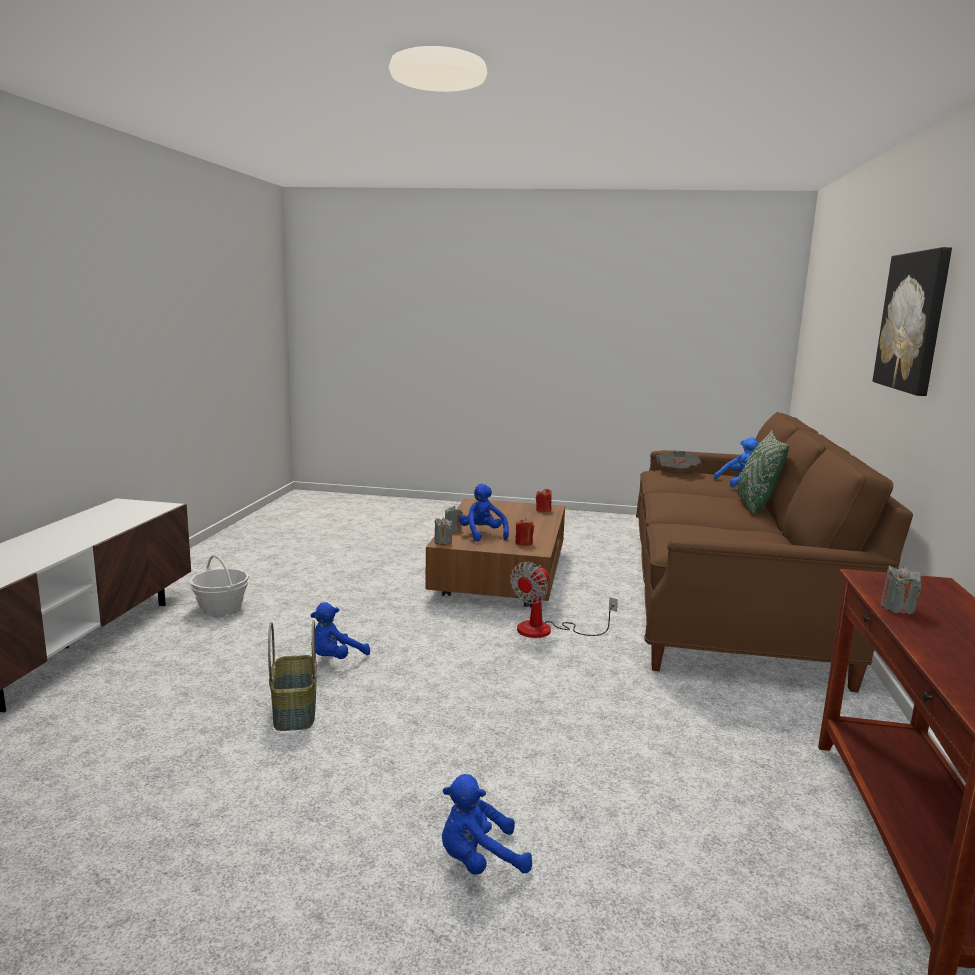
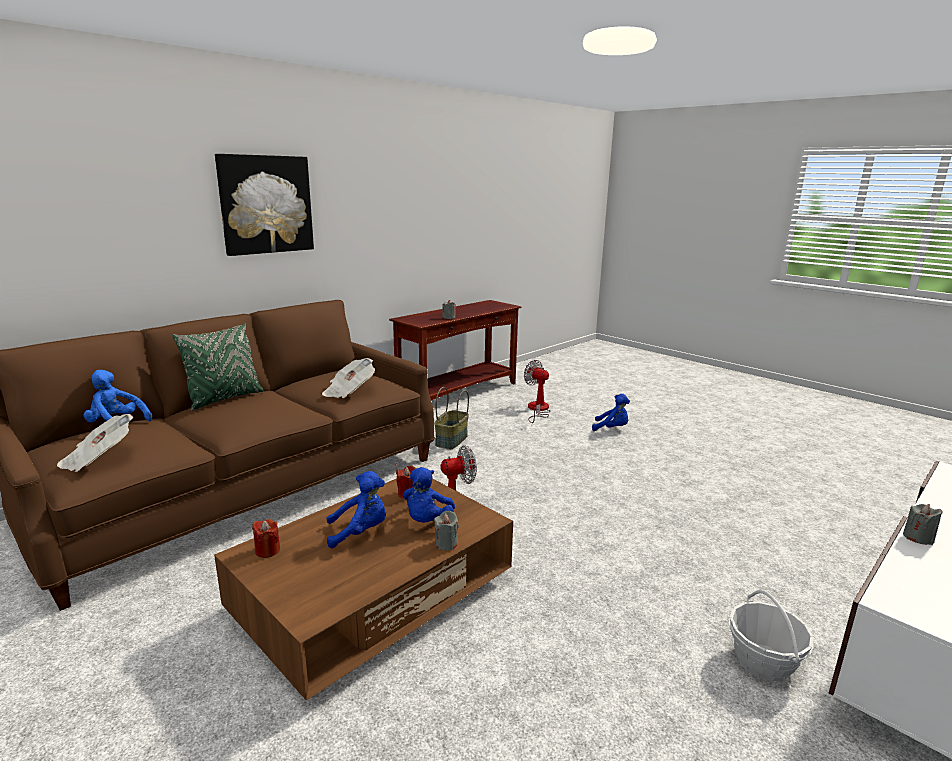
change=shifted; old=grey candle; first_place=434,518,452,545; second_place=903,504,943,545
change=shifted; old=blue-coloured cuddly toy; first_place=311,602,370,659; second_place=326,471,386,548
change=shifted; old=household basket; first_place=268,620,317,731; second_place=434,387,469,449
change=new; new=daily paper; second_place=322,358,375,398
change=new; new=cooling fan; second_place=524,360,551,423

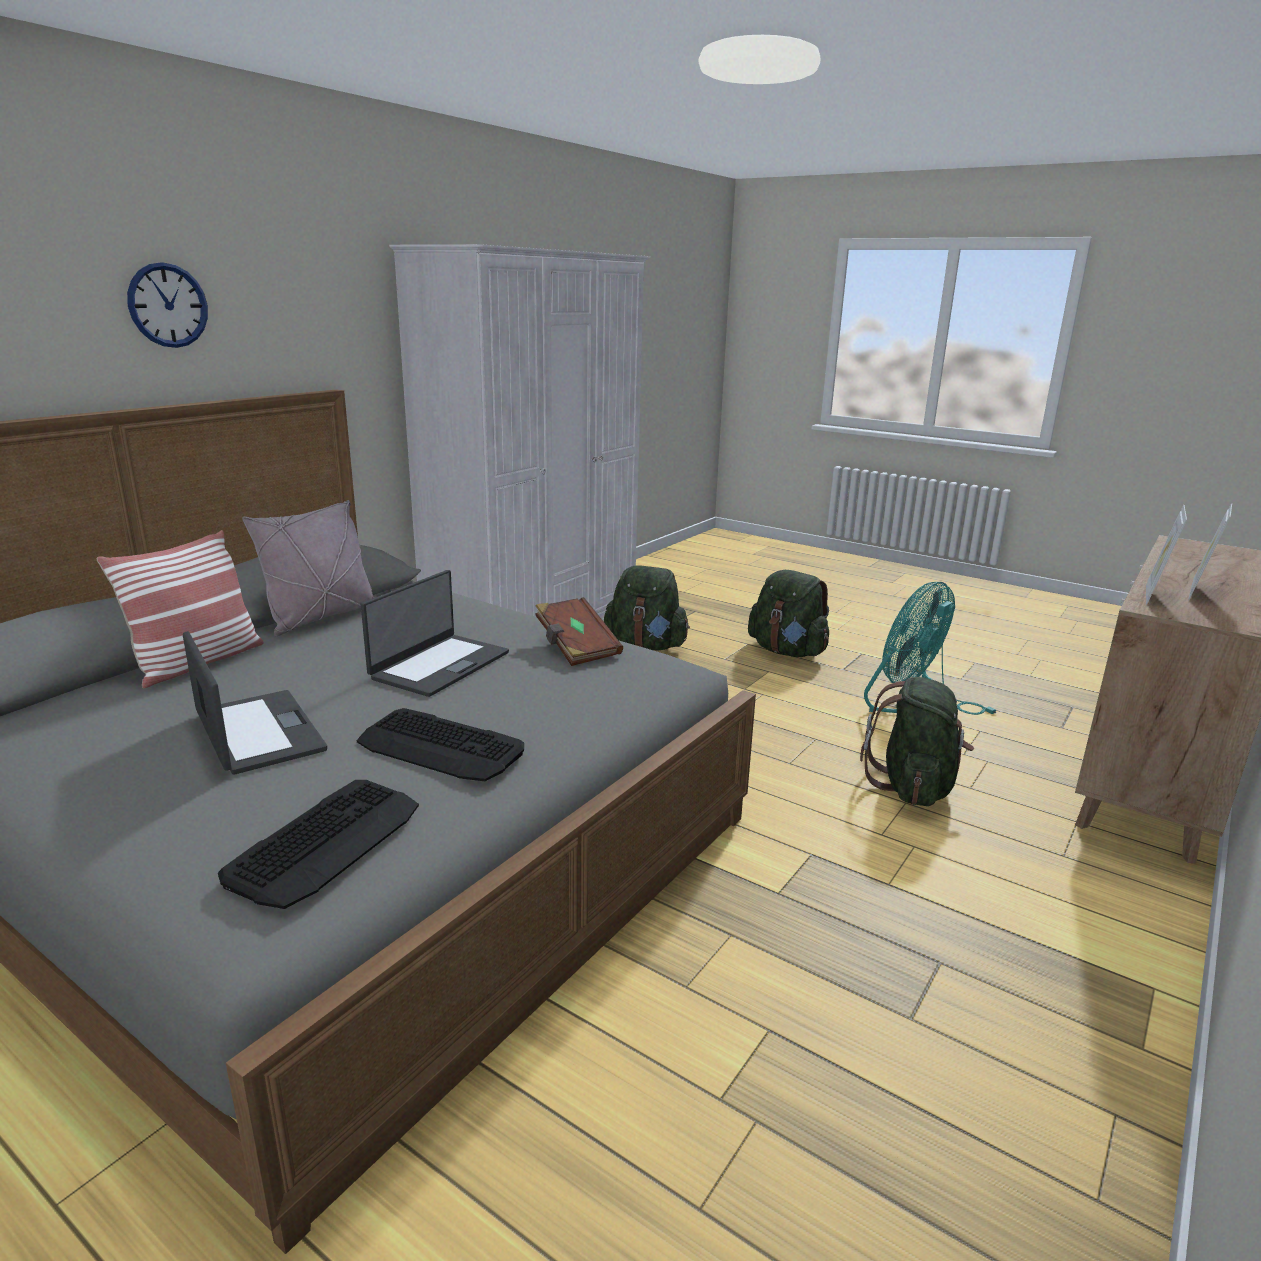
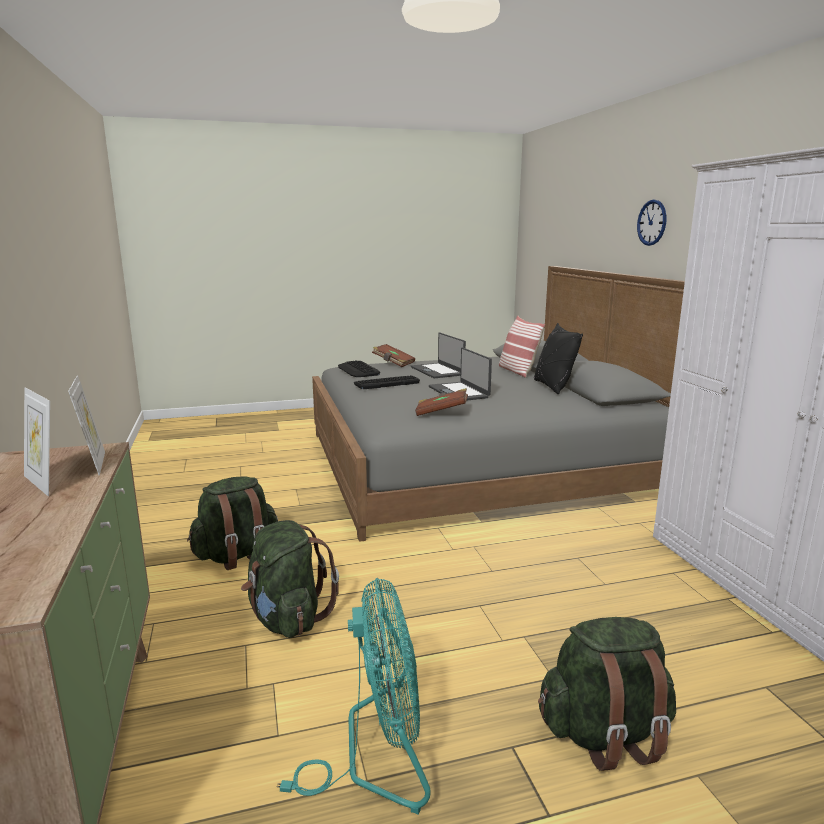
change=repainted; old=purplish cushion; new=black cushion; first_place=242,500,374,636; second_place=534,323,583,394
change=rotated; old=standing frame; first_place=1188,503,1232,600; second_place=24,387,50,496; degrees=150
change=shifted; old=green-coloured backpack; first_place=604,565,690,650; second_place=187,477,278,570
change=rotated; old=notebook computer; first_place=183,631,327,775; second_place=411,333,466,379; degrees=60
change=new; new=brown bound book; second_place=372,344,415,367

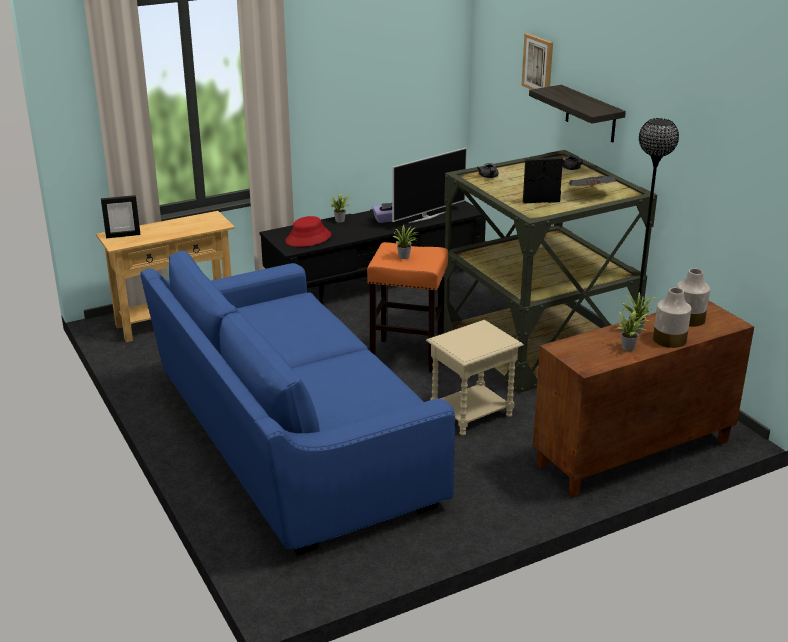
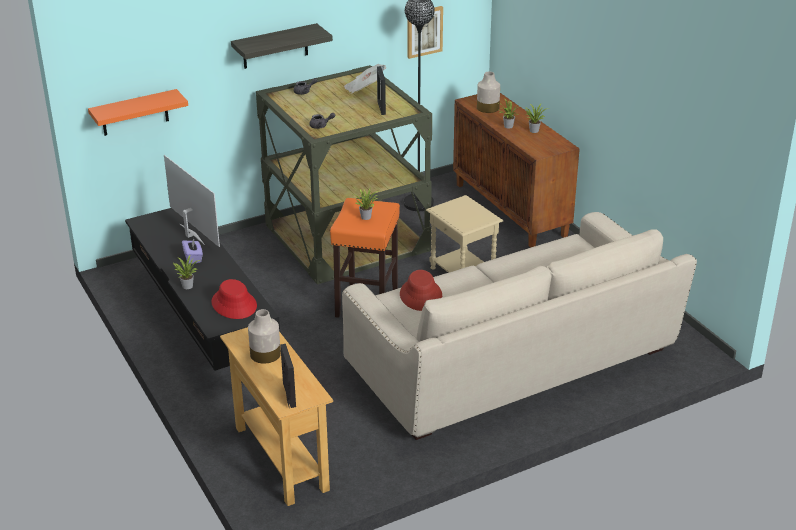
change=shifted; old=wall picture; first_place=522,33,553,89; second_place=407,6,443,59
change=repainted; old=blue-coloured sofa; new=beige-coloured sofa; first_place=140,251,455,555; second_place=342,212,697,440
change=shifted; old=beige-coloured vase; first_place=653,288,691,348; second_place=248,309,281,364
change=new; new=orange shelf; second_place=88,89,188,136
change=new; new=red-coloured clothing hat; second_place=400,270,442,311

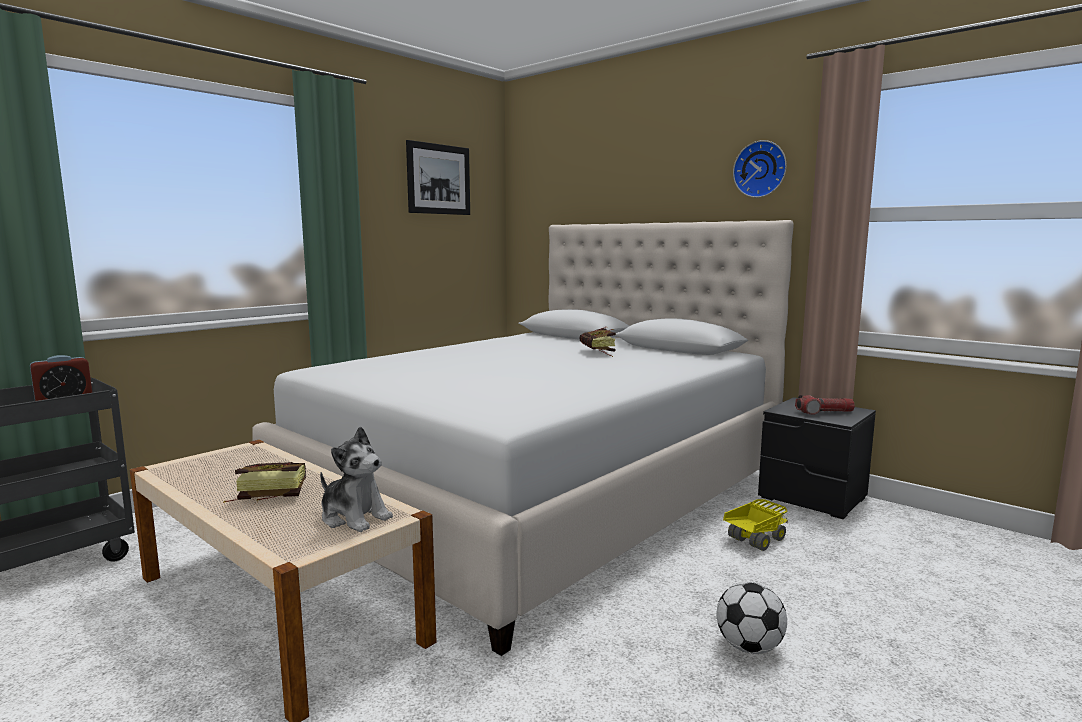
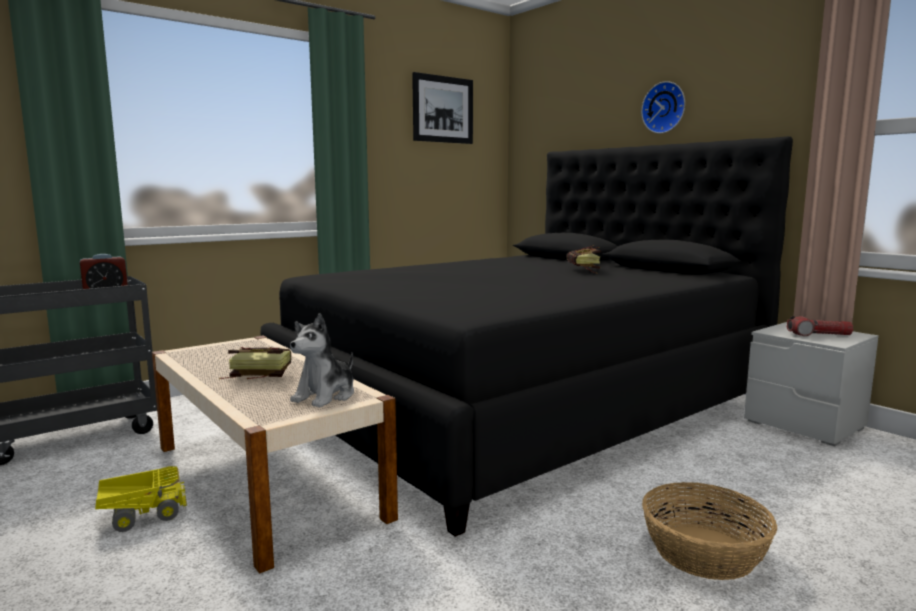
change=shifted; old=wall clock; first_place=733,140,787,198; second_place=641,81,685,134
change=repainted; old=whitish bed; new=black bed; first_place=252,220,794,656; second_place=260,136,793,537
change=repainted; old=black bedside table; new=whitish bedside table; first_place=758,397,876,520; second_place=744,322,879,446
change=rotated; old=cuddly toy; first_place=320,426,393,532; second_place=290,313,354,408; degrees=75
change=shifted; old=toy lorry; first_place=723,499,788,551; second_place=95,466,187,532
change=swapped; old=ball for football; new=household basket; first_place=717,582,787,654; second_place=642,482,777,580

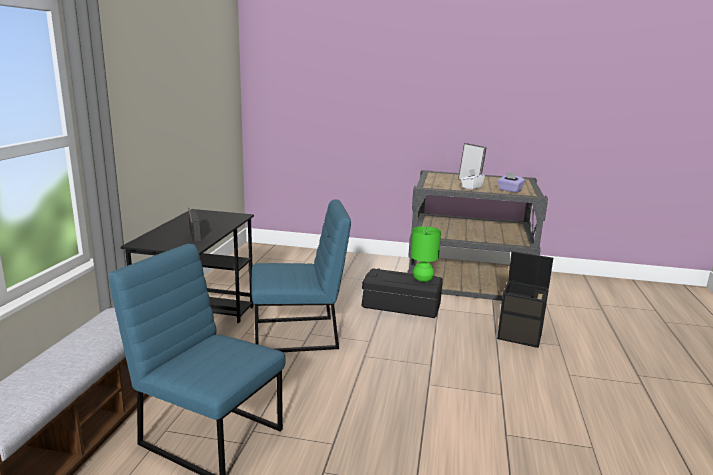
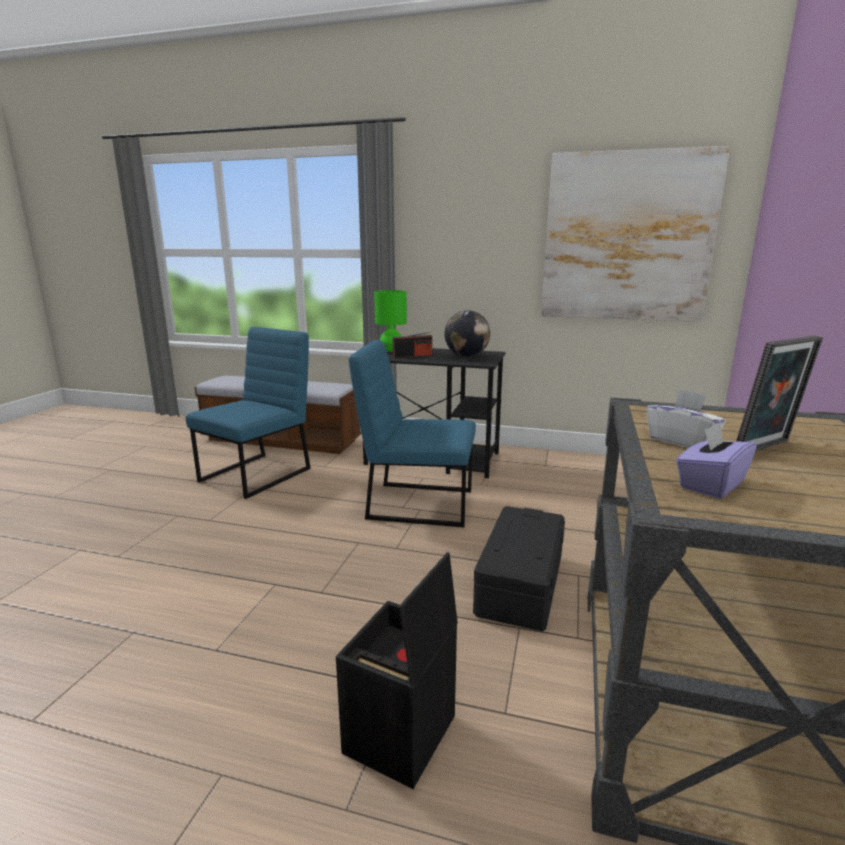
change=rotated; old=blue-coloured plain chair; first_place=251,199,351,352; second_place=349,340,476,527; degrees=105
change=shifted; old=green-coloured table lamp; first_place=411,226,441,282; second_place=374,290,407,352
change=new; new=wall picture; second_place=541,146,730,322
change=new; new=desk globe; second_place=445,310,490,357

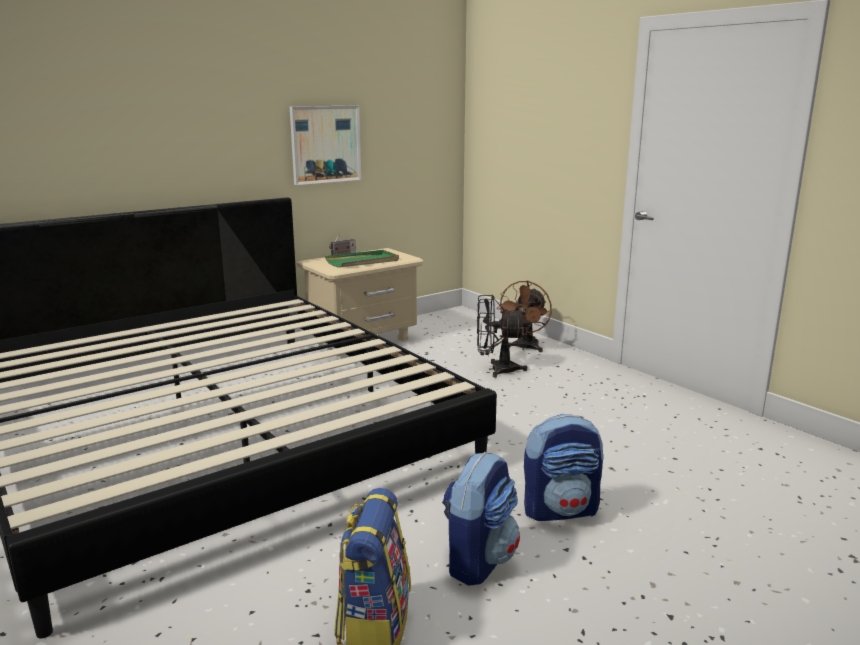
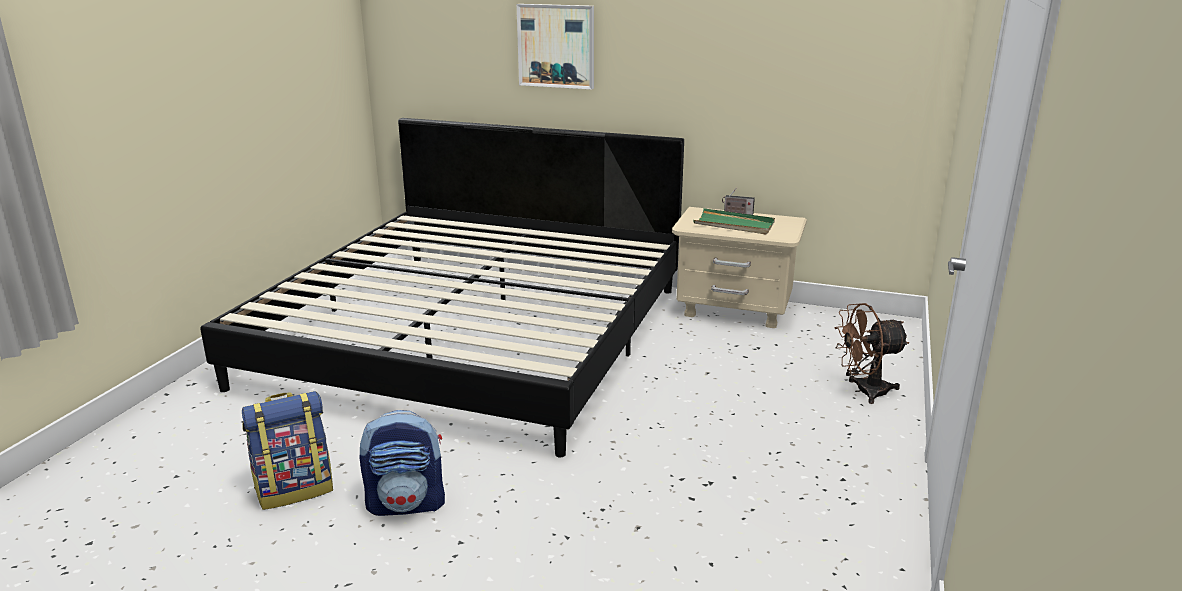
change=shifted; old=wall picture; first_place=290,106,361,185; second_place=516,4,594,90
change=gone; old=black cooling fan; first_place=477,295,527,378
change=gone; old=backpack; first_place=524,414,603,521

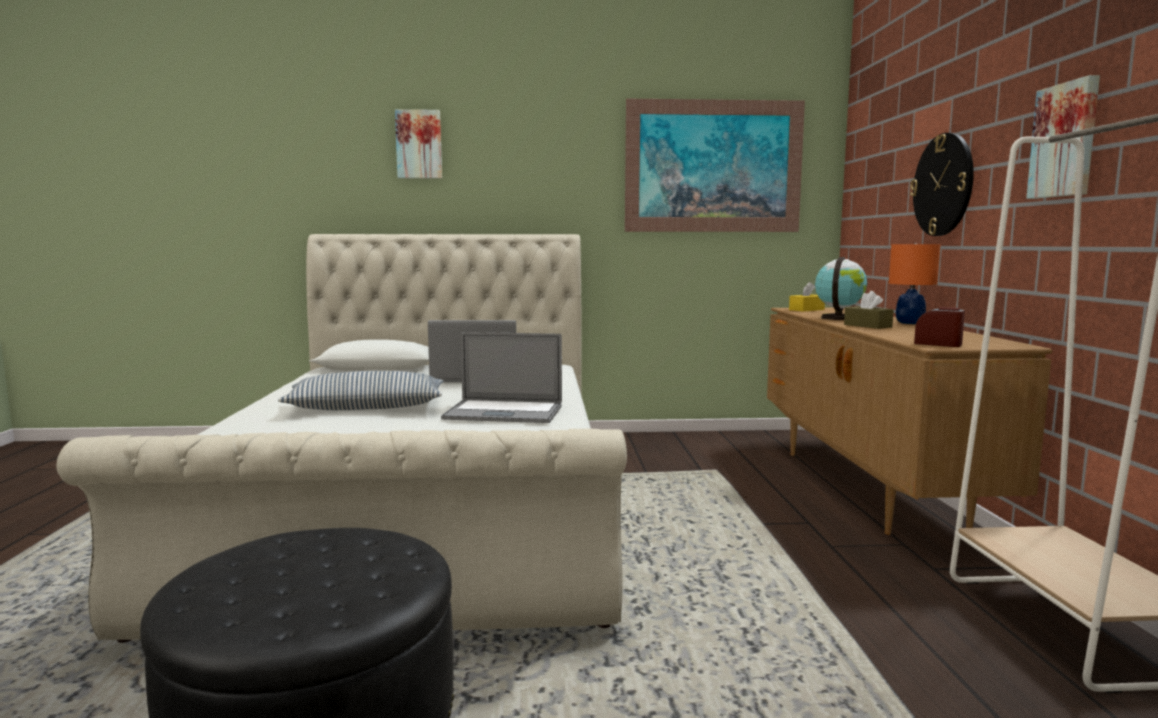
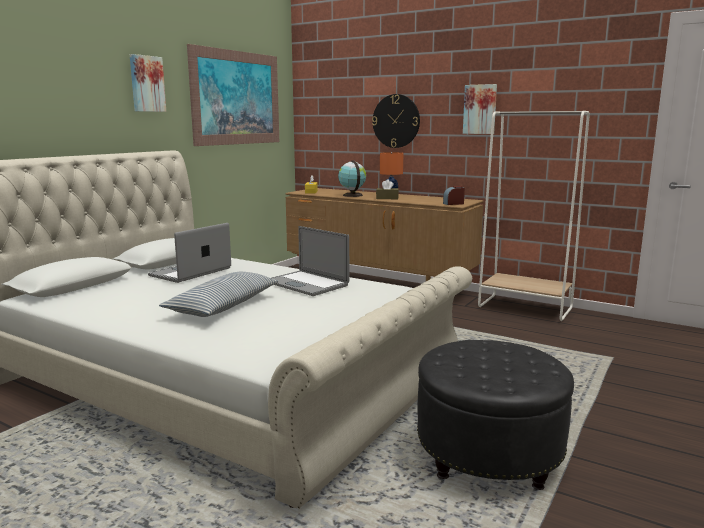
change=shifted; old=wall picture; first_place=395,109,442,179; second_place=130,54,166,112
change=rotated; old=notebook computer; first_place=441,332,562,423; second_place=272,226,349,296; degrees=90

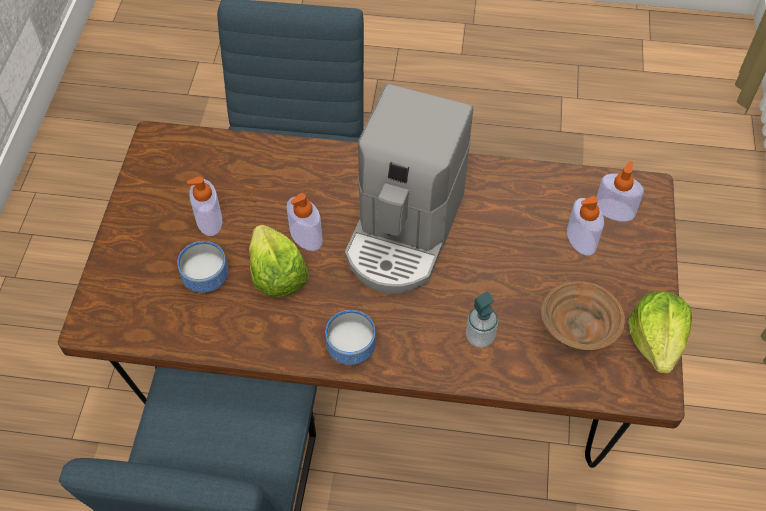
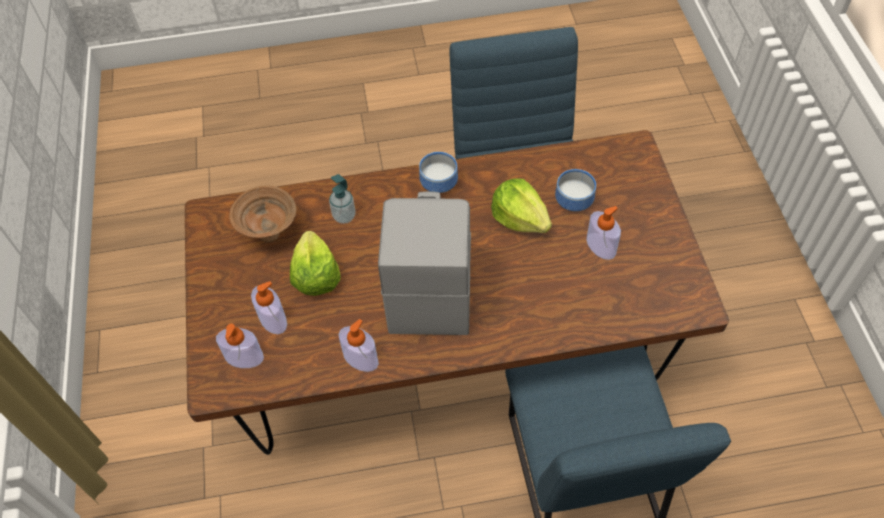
change=shifted; old=soap dispenser; first_place=286,193,323,251; second_place=338,319,379,372
change=shifted; old=lettuce; first_place=629,291,692,374; second_place=290,231,340,296

